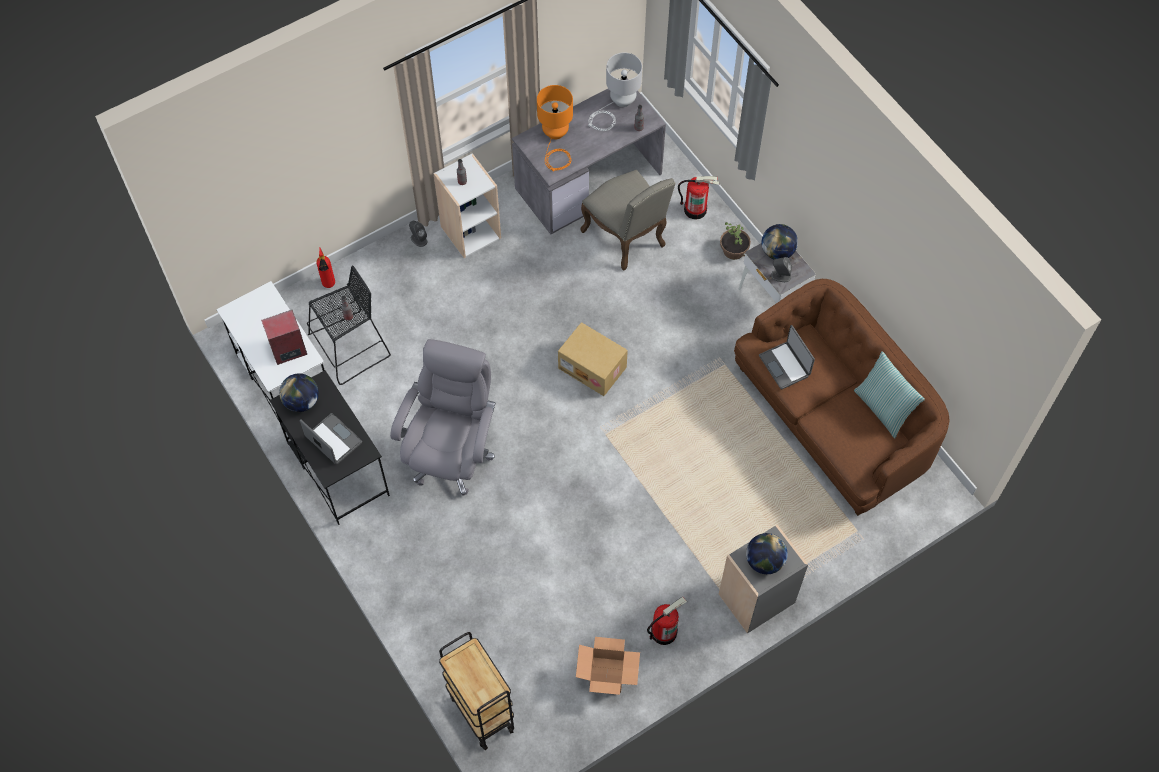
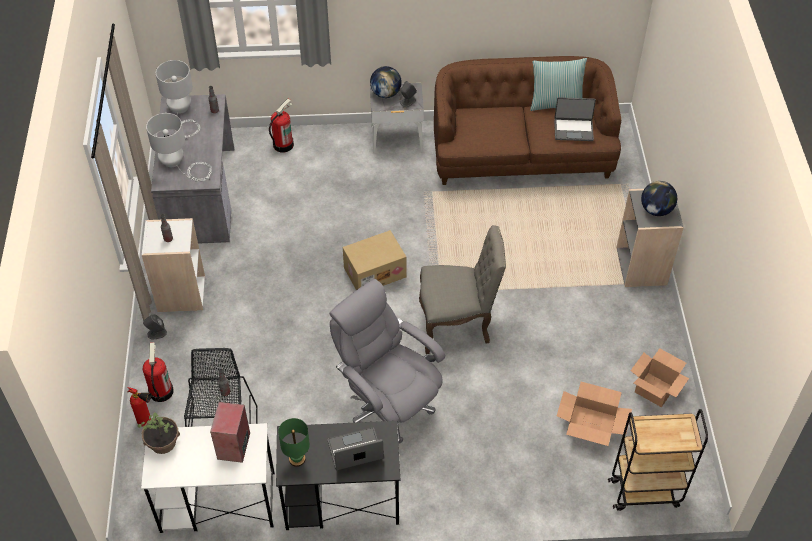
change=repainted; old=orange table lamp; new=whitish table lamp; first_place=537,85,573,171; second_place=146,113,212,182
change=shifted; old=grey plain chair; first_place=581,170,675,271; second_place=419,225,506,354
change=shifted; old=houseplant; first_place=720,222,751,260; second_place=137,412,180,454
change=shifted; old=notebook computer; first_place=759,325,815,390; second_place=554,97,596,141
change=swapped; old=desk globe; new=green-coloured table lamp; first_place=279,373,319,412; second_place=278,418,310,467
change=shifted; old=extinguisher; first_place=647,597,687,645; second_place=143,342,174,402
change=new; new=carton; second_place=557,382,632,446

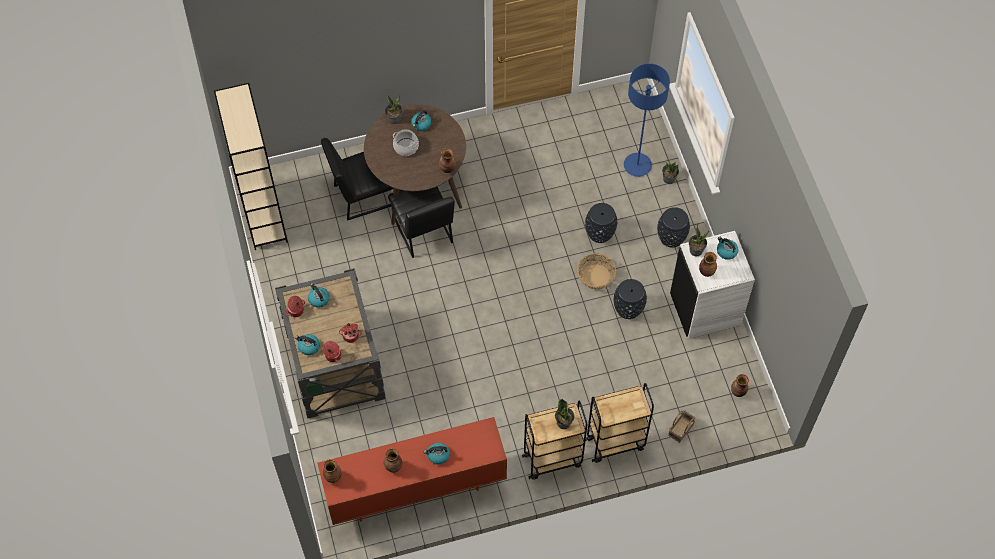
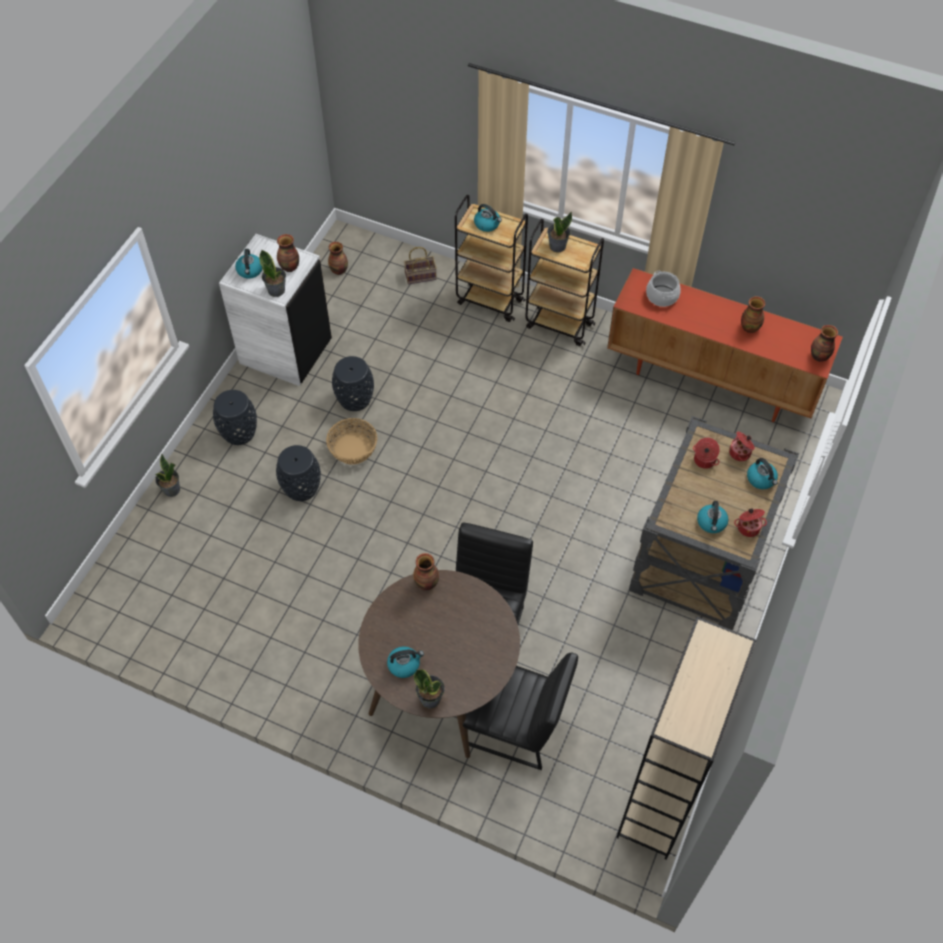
change=gone; old=blue-coloured standard lamp; first_place=624,63,670,177
change=shifted; old=stockpot; first_place=393,129,419,156; second_place=646,271,681,307
change=shifted; old=water kettle; first_place=424,443,450,465; second_place=474,204,502,232

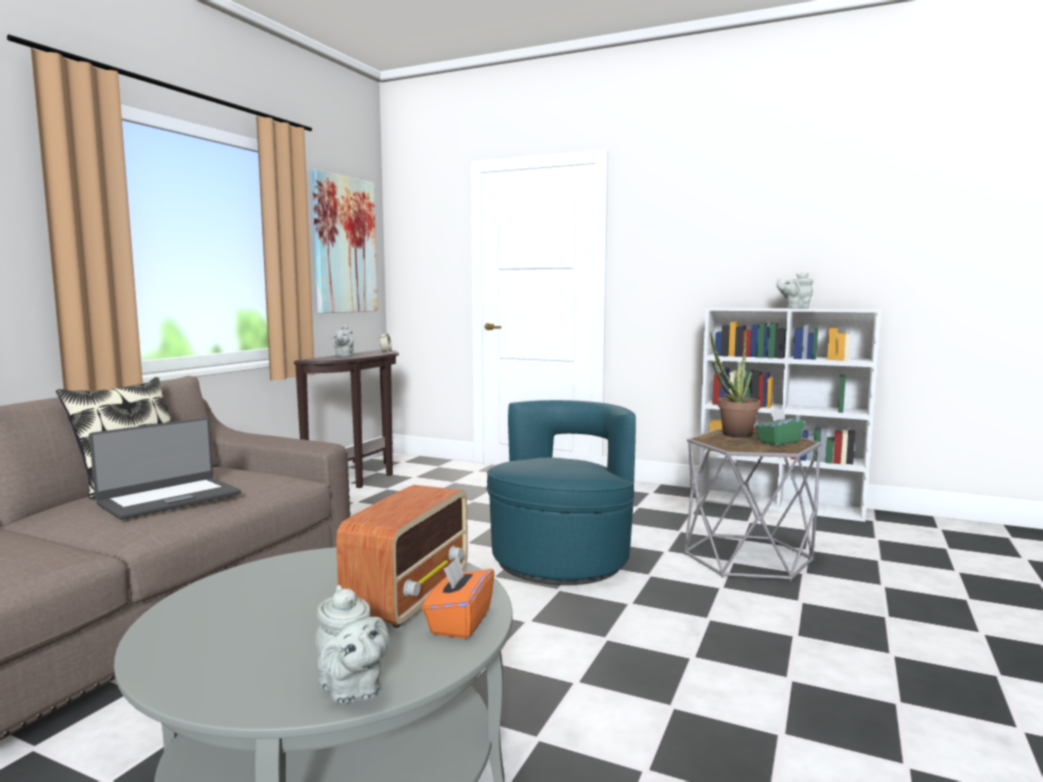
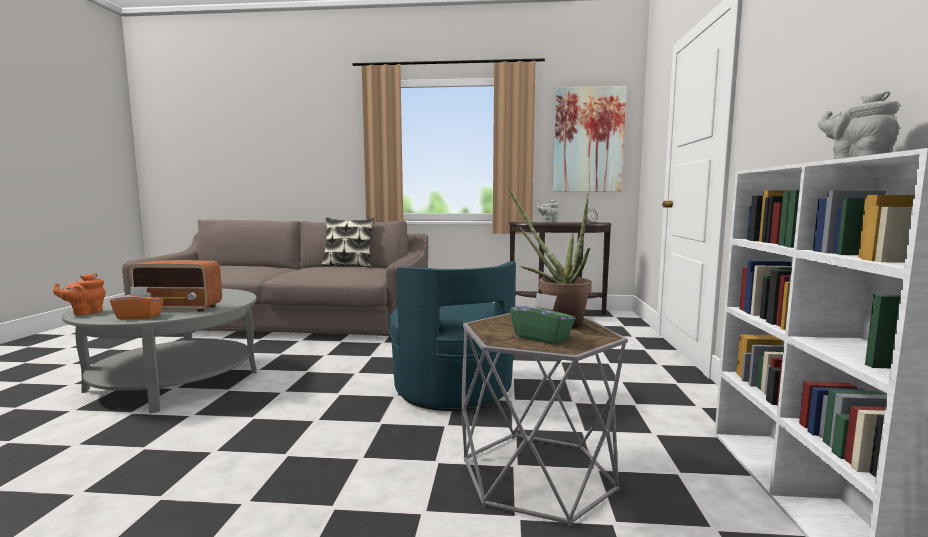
change=rotated; old=turquoise-coloured lounge chair; first_place=486,400,636,585; second_place=389,261,516,411; degrees=60
change=gone; old=notebook computer; first_place=89,418,241,520
change=repainted; old=grey pot for tea; new=orange pot for tea; first_place=315,585,389,703; second_place=53,274,106,316

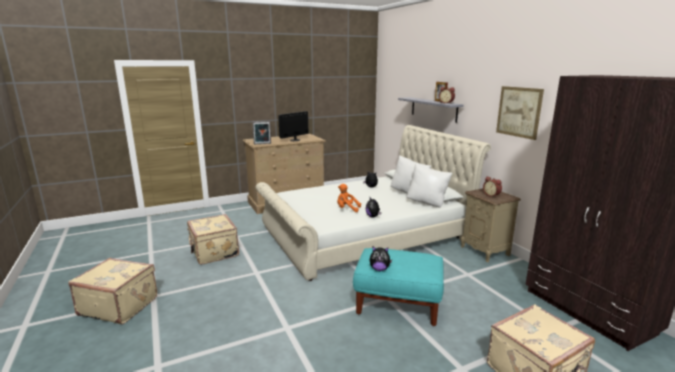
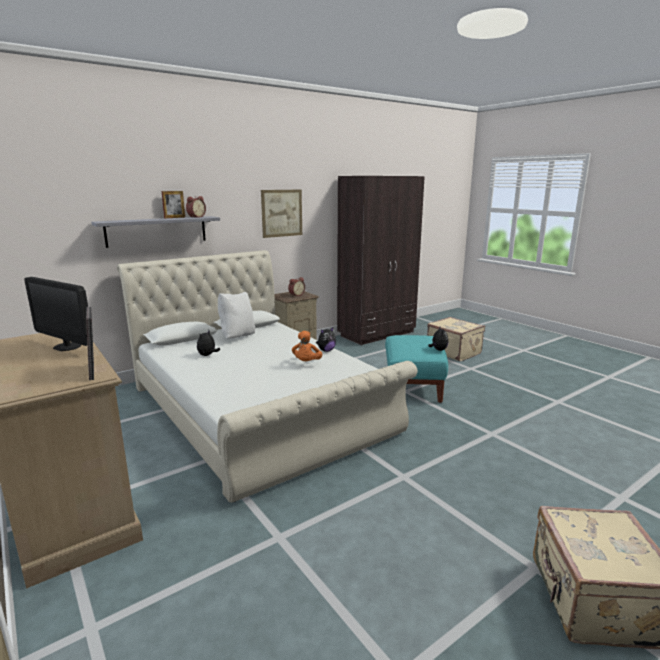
change=gone; old=whitish cushion; first_place=407,163,453,208
change=gone; old=beige-coloured suitcase; first_place=187,214,239,265

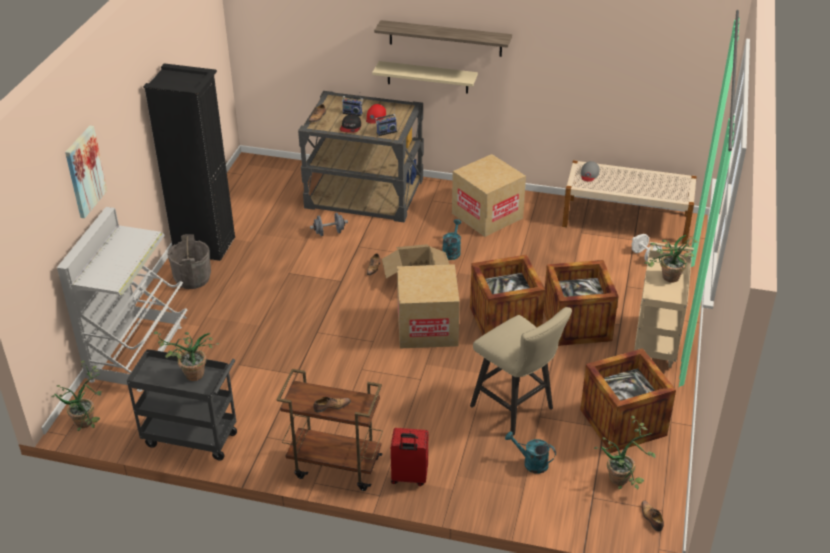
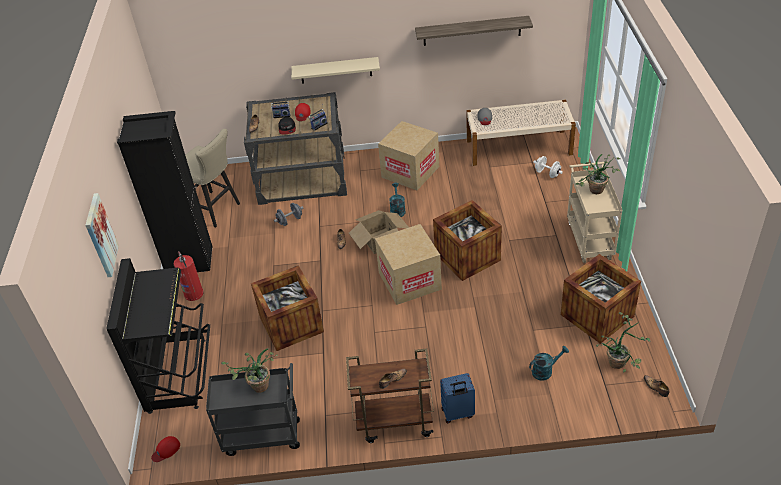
change=shifted; old=shelf; first_place=374,20,512,57; second_place=415,16,533,46
change=repainted; old=whitish shoe rack; new=black shoe rack; first_place=57,207,188,392; second_place=106,258,210,414
change=swapped; old=grey bucket; new=extinguisher; first_place=167,234,211,289; second_place=174,251,204,301
change=shifted; old=packing crate; first_place=544,260,619,346; second_place=251,265,324,351
change=shifted; old=beige-coloured stool seat; first_place=470,307,572,436; second_place=185,129,240,227
change=swapped; old=houseplant; new=red-coloured peaked cap; first_place=51,360,102,431; second_place=151,436,180,462
change=repainted; old=red-coloured suitcase; new=blue-coloured suitcase; first_place=391,428,428,486; second_place=440,373,475,423
change=rotated; old=turquoise-coloured sprinkling can; first_place=505,431,556,474; second_place=529,346,569,381; degrees=150

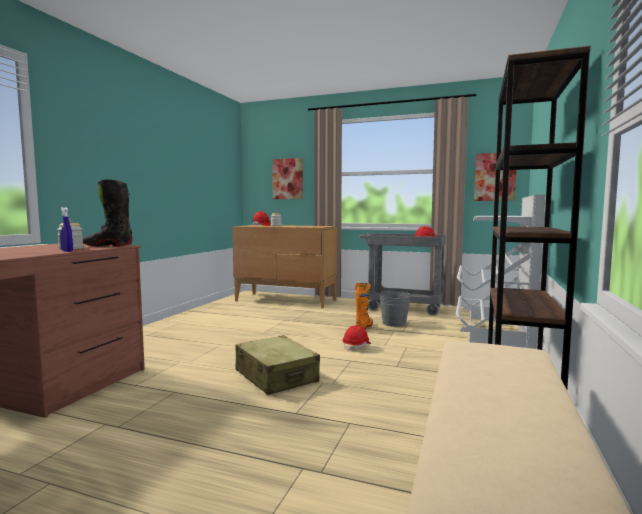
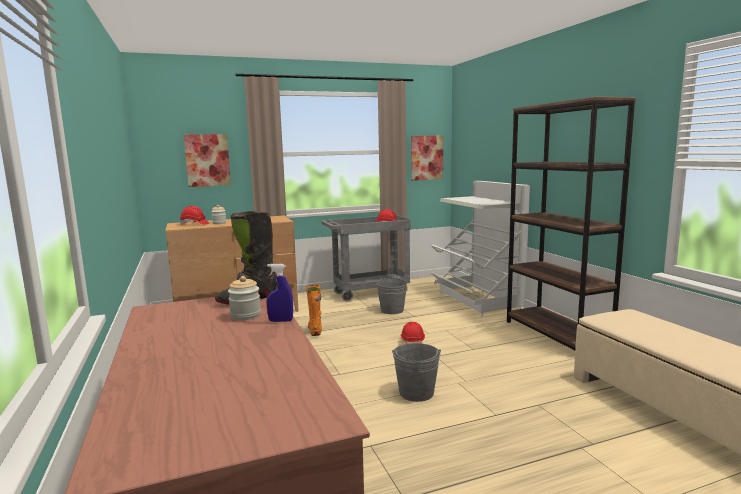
change=shifted; old=orange tall boot; first_place=355,283,373,330; second_place=306,284,322,336
change=swapped; old=beige-coloured suitcase; new=grey bucket; first_place=235,335,320,395; second_place=392,343,441,402

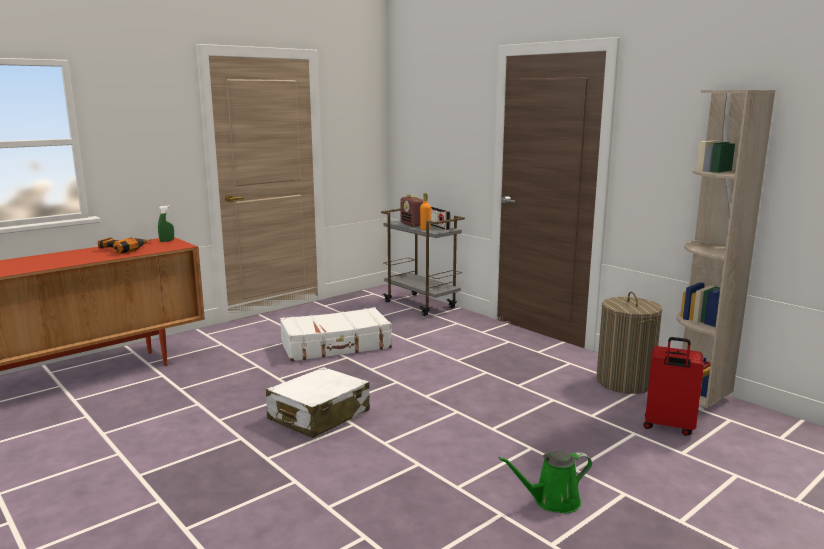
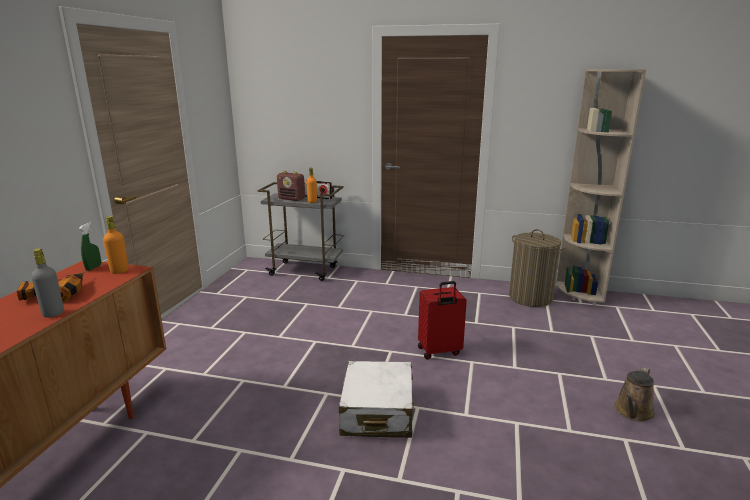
change=gone; old=whitish suitcase; first_place=280,307,392,362
change=shifted; old=red-coloured suitcase; first_place=644,337,704,436; second_place=418,281,467,360
change=repainted; old=green-coloured sprinkling can; new=brown sprinkling can; first_place=499,450,592,513; second_place=614,367,655,422
change=new; new=orange beverage bottle; second_place=103,216,129,274
change=new; new=grey beverage bottle; second_place=31,248,64,318

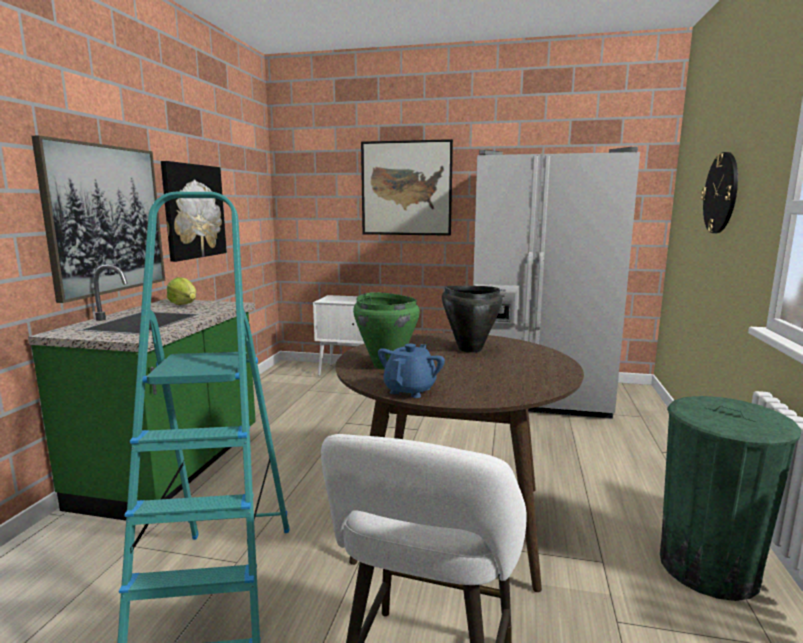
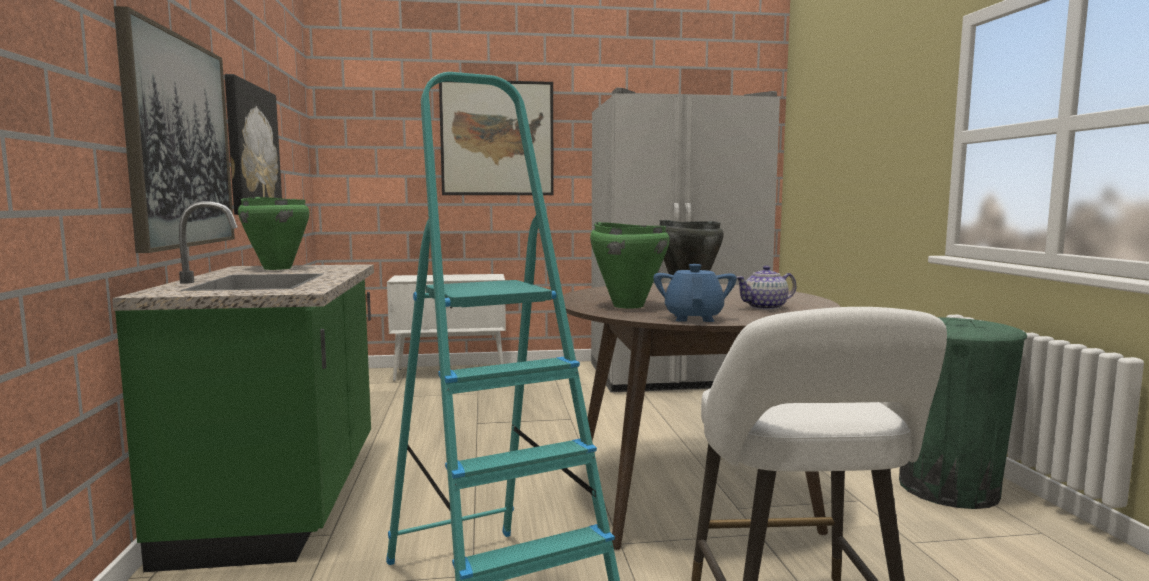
change=gone; old=wall clock; first_place=701,152,738,233
change=swapped; old=lettuce; new=green-coloured stockpot; first_place=167,277,196,305; second_place=238,197,309,270
change=new; new=pot for tea; second_place=737,266,796,310

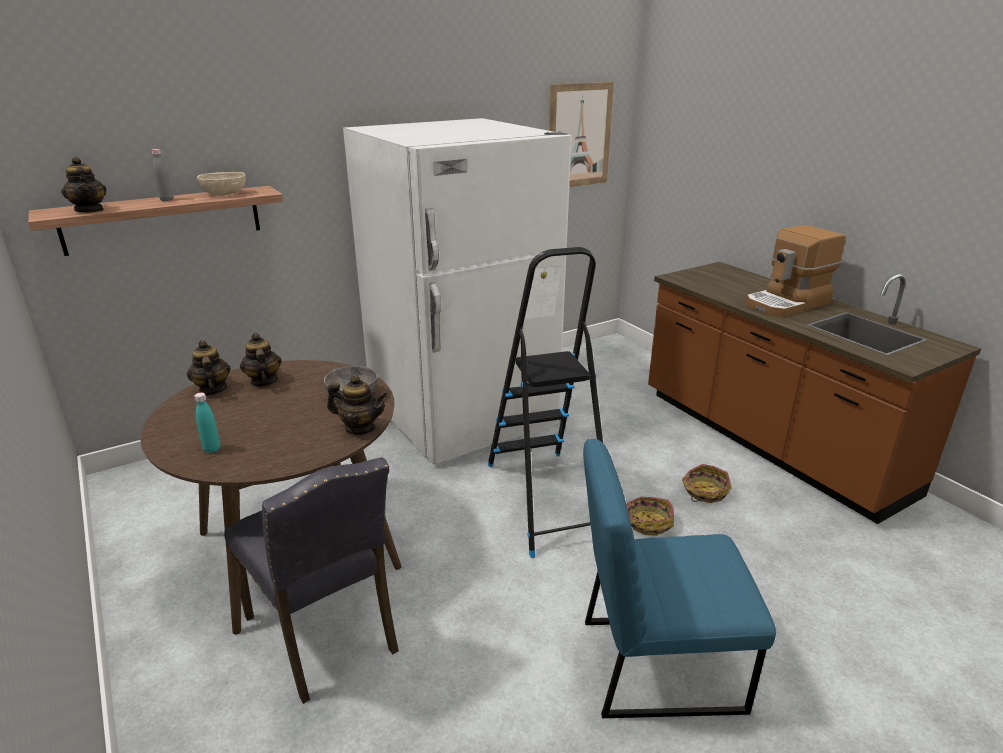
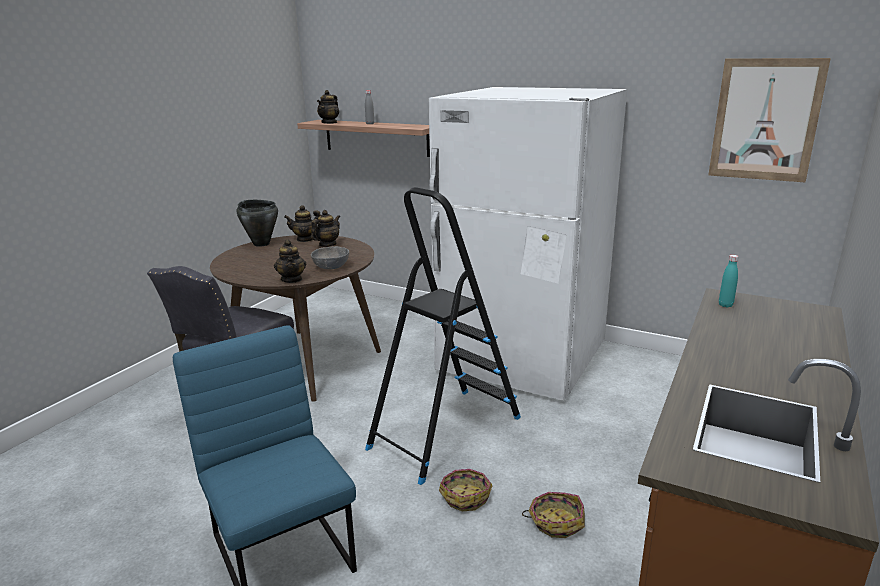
change=gone; old=beige-coloured deep dish; first_place=197,172,246,196
change=gone; old=coffee maker; first_place=746,225,846,317
change=rotated; old=pot for tea; first_place=187,340,231,396; second_place=284,205,320,242; degrees=-135
change=shifted; old=turquoise-coloured beverage bottle; first_place=194,393,220,453; second_place=719,255,739,308
change=new; new=black stockpot; second_place=237,200,278,247

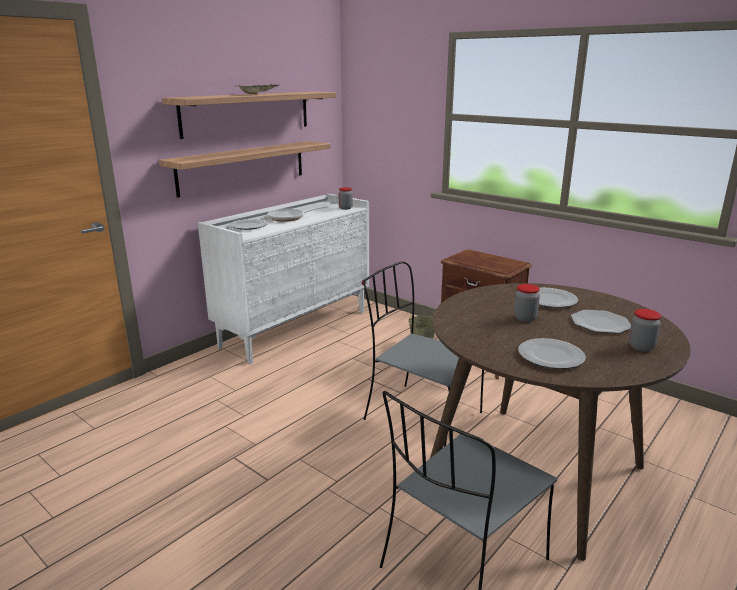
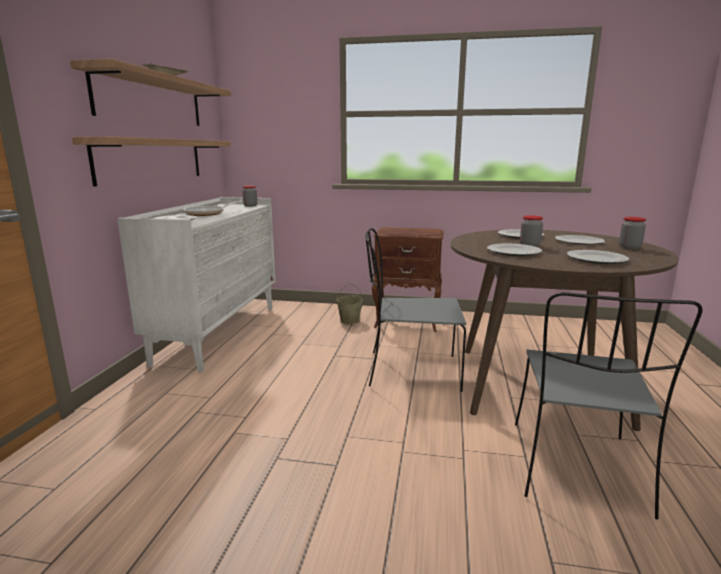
change=new; new=flat dish; second_place=487,244,542,256

